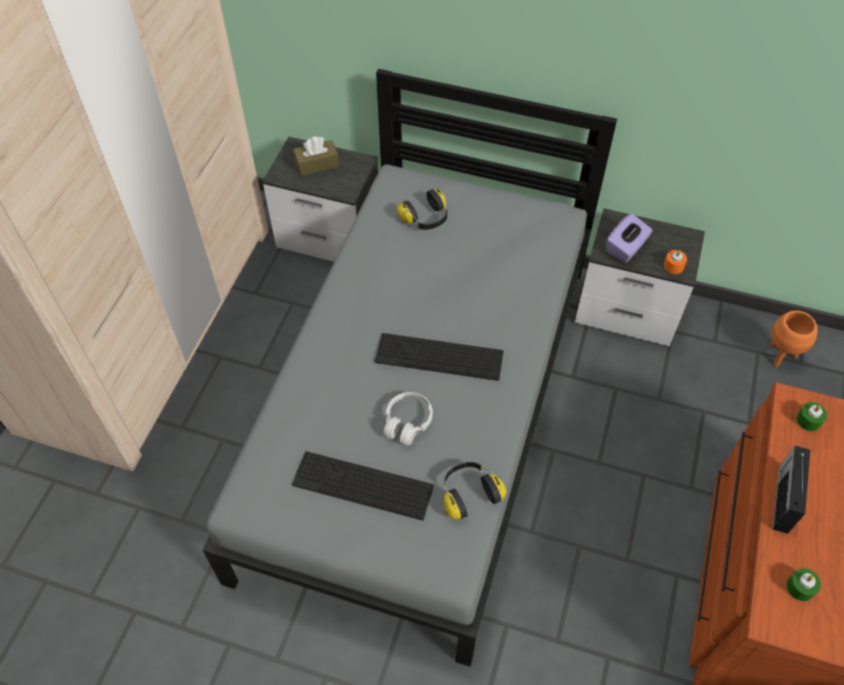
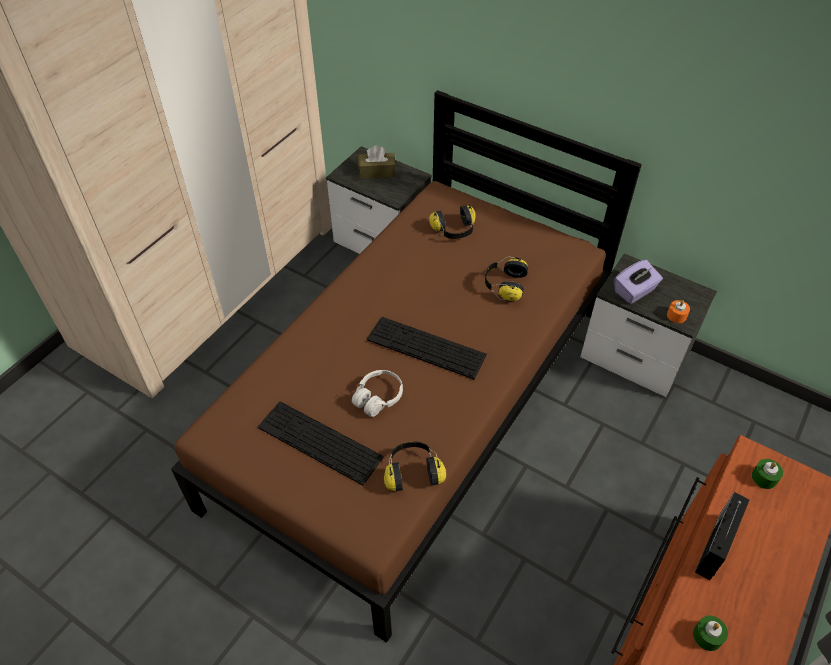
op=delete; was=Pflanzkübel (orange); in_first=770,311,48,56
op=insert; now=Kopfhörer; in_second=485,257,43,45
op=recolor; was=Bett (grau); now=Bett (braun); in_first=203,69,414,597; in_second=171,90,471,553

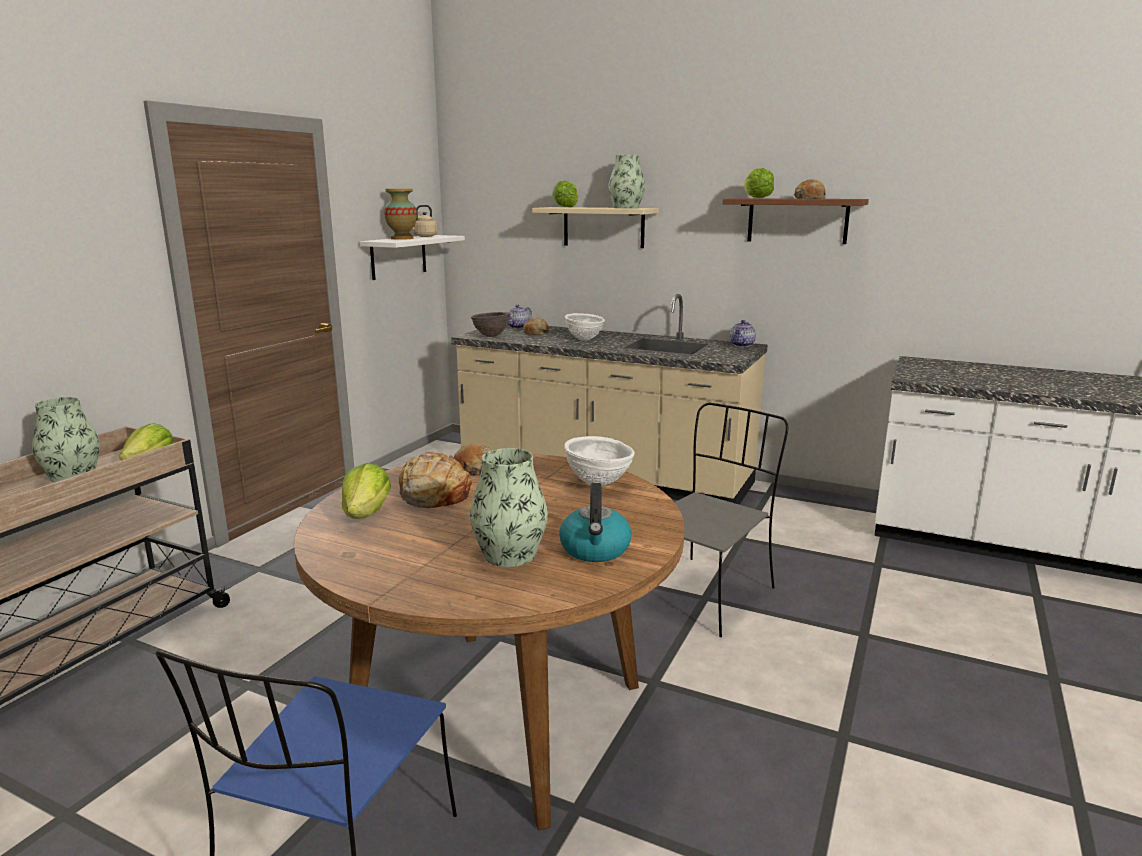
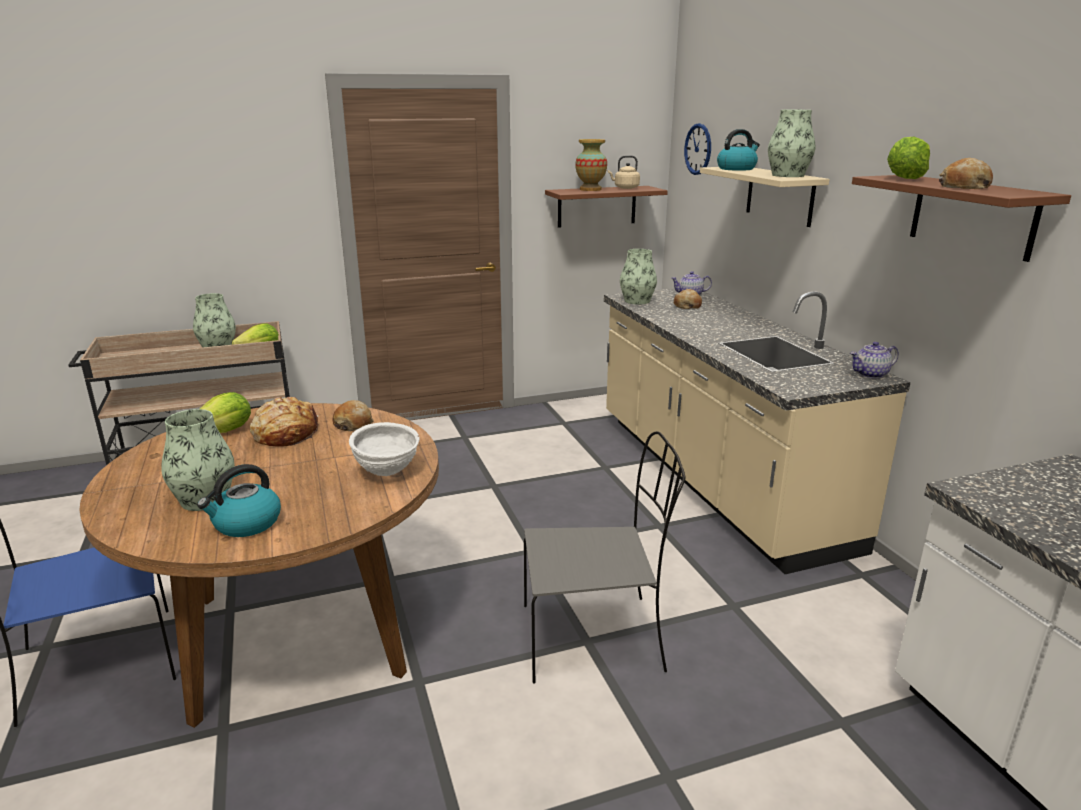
op=delete; was=Schüssel (weiß); in_first=564,313,41,28
op=insert; now=Wanduhr; in_second=684,123,27,52
op=replace; was=Schüssel (braun); now=Vase; in_first=471,312,39,25; in_second=620,249,37,56
op=replace; was=Salatkopf; now=Wasserkessel; in_first=552,181,26,26; in_second=717,129,43,42
op=recolor; was=Wandregal (weiß); now=Wandregal (braun); in_first=360,235,105,45; in_second=545,186,123,42

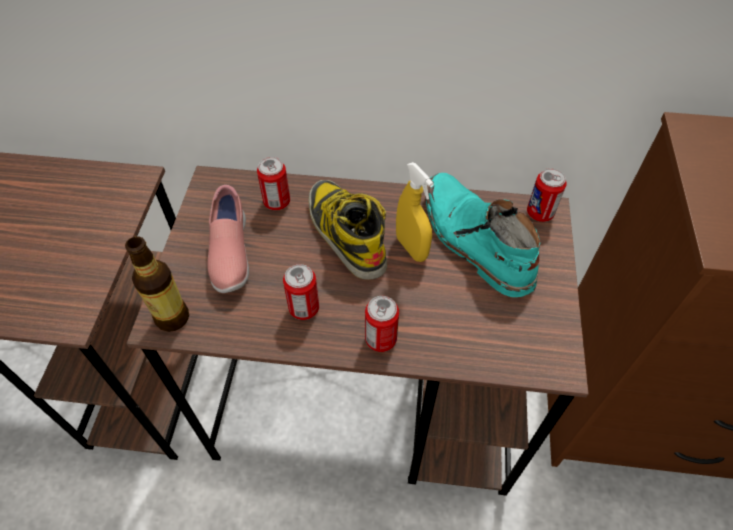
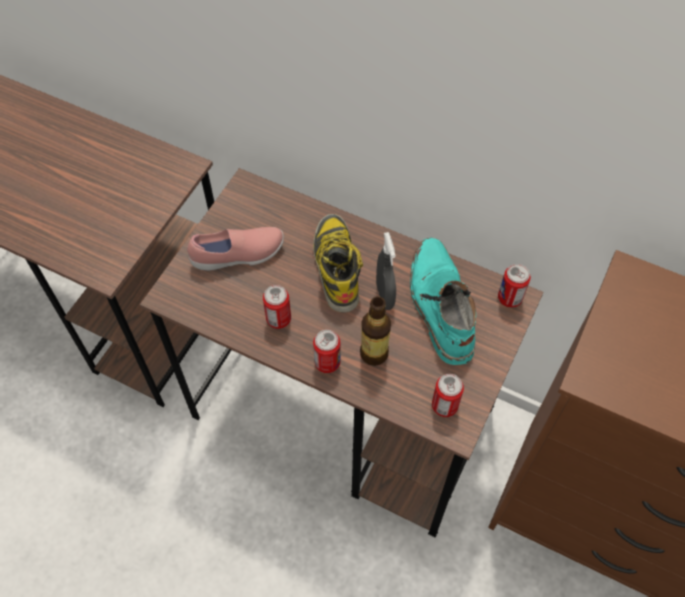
op=move; was=Flasche; in_first=125,236,64,96; in_second=360,296,31,70
op=move; was=Dose; in_first=257,157,33,53; in_second=432,374,32,43
op=recolor; was=Sprühflasche (gelb); now=Sprühflasche (grau); in_first=396,162,38,100; in_second=376,232,20,78
op=rotate; was=Schuh (rosa); in_first=207,185,42,108; in_second=187,227,97,44; clockwise=-120

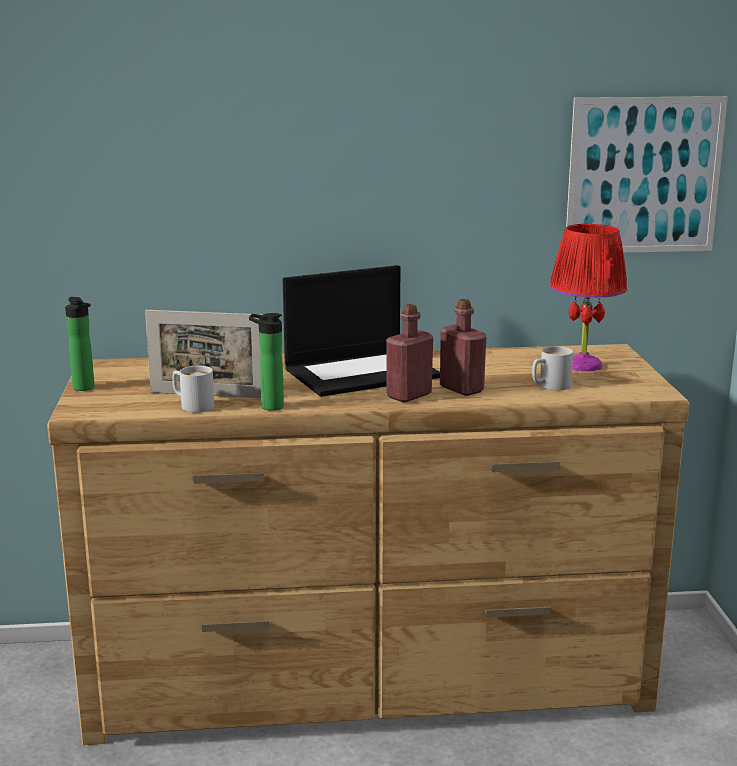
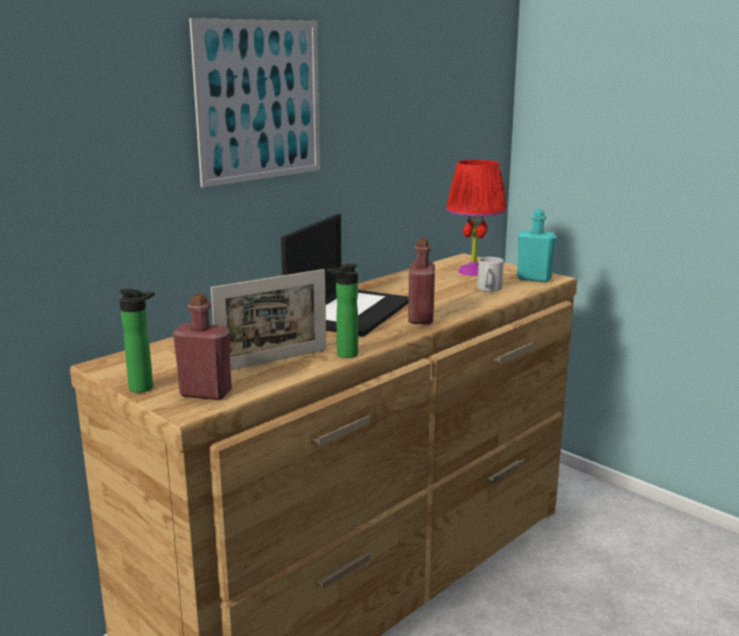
op=delete; was=Henkelbecher (weiß); in_first=172,366,42,47
op=insert; now=Flasche (türkis); in_second=517,209,40,73
op=move; was=Flasche (rot); in_first=440,299,47,97; in_second=173,293,59,107
op=move; was=Bild; in_first=566,96,162,157; in_second=189,18,131,169

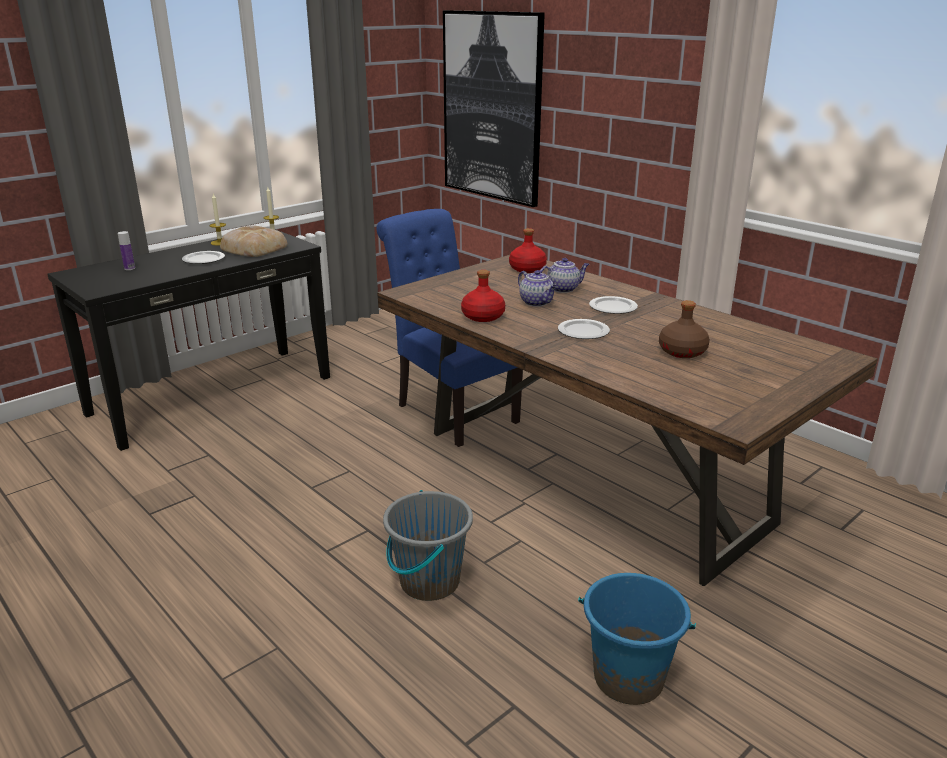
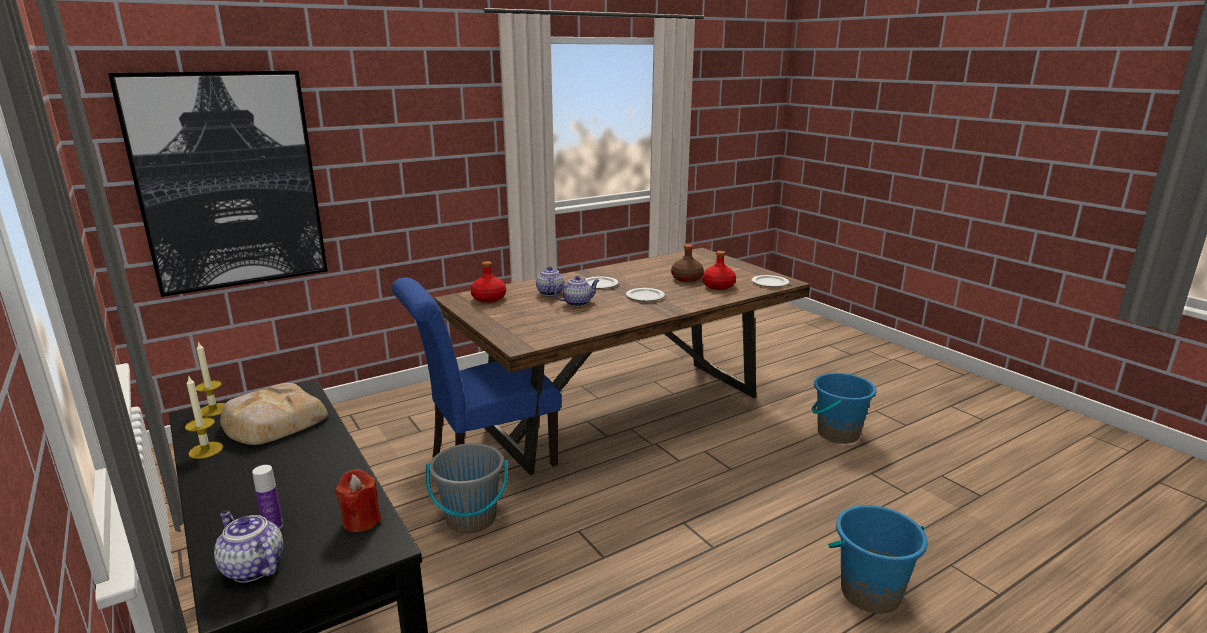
op=insert; now=Teekanne; in_second=214,511,70,72
op=insert; now=Kerze (rot); in_second=335,469,46,63
op=insert; now=Eimer (blau); in_second=828,505,100,109
op=move; was=Teller; in_first=182,251,43,13; in_second=752,275,37,12
op=move; was=Eimer (grau); in_first=383,490,90,111; in_second=426,443,82,90
op=move; was=Flasche (rot); in_first=461,270,44,52; in_second=702,251,34,39

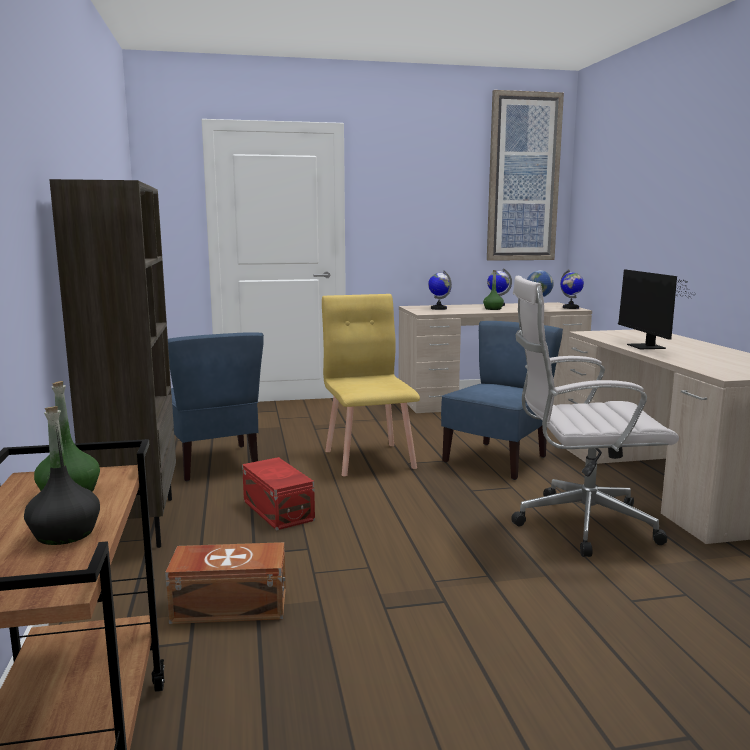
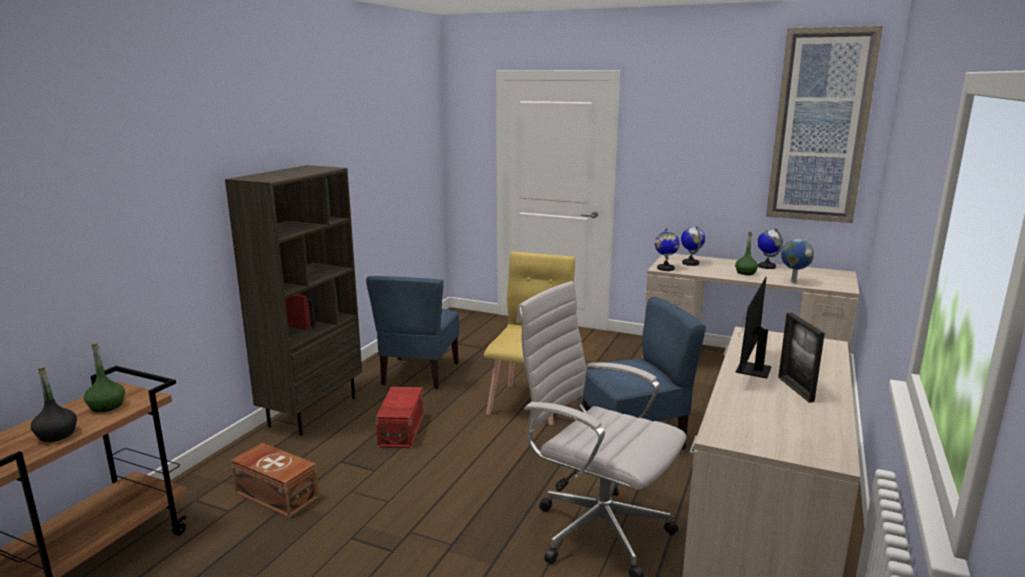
op=insert; now=Bilderrahmen; in_second=778,313,47,90
op=move; was=Globus; in_first=560,269,24,40; in_second=655,227,25,44

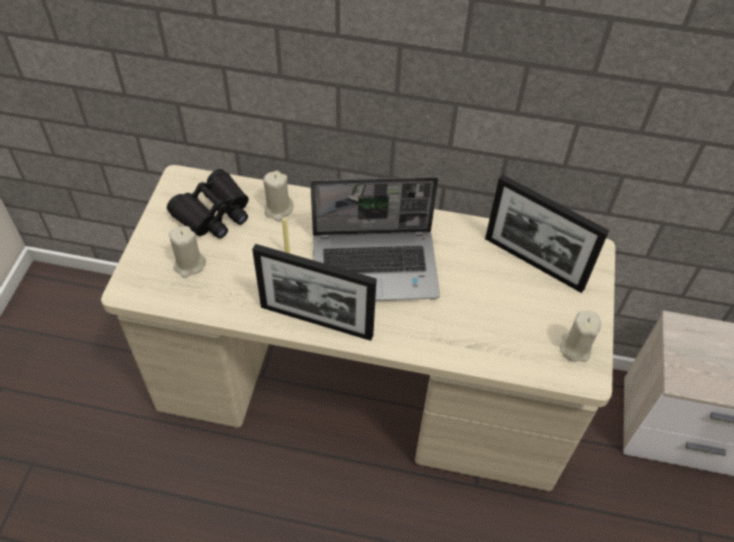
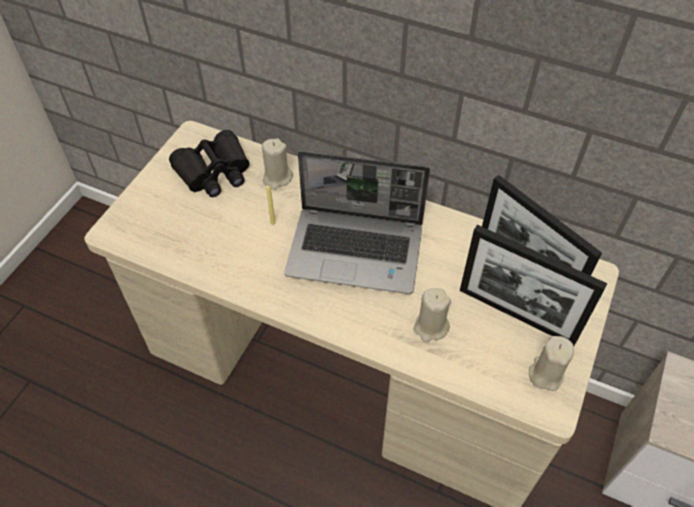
op=move; was=Kerze (beige); in_first=169,226,37,52; in_second=414,288,37,55
op=move; was=Bilderrahmen; in_first=252,244,125,97; in_second=460,225,147,121

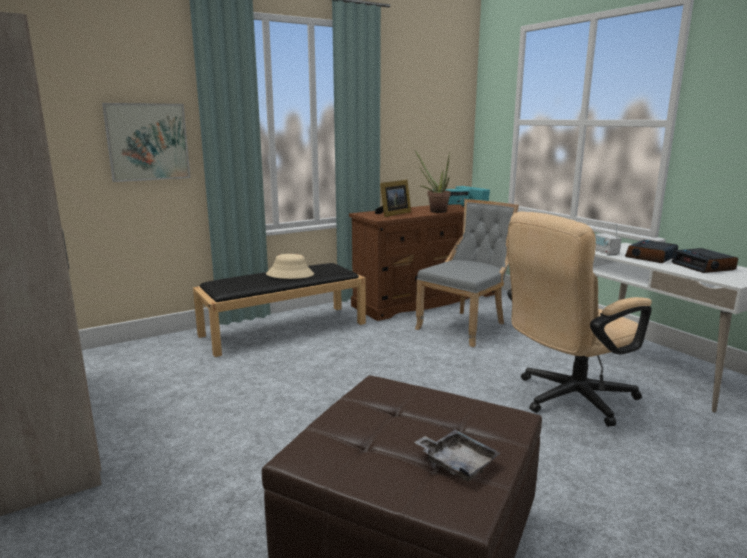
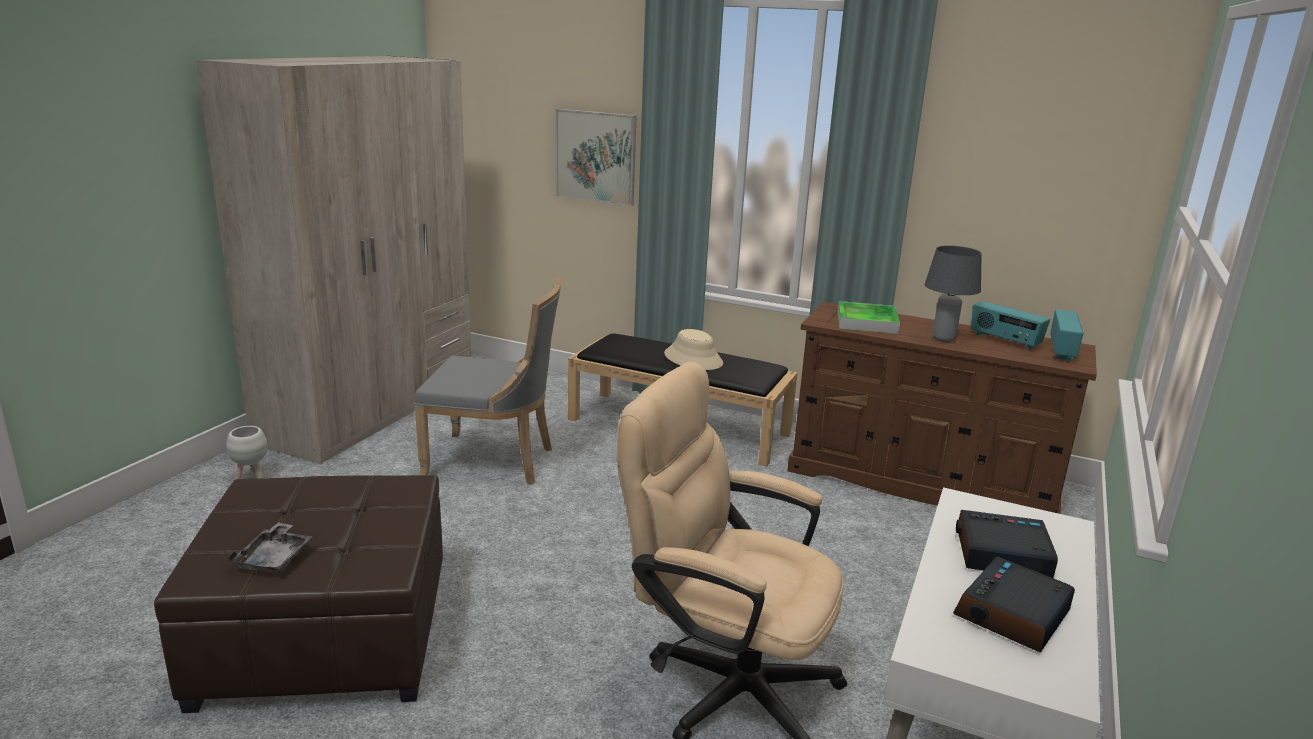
op=delete; was=Radio; in_first=595,224,27,32
op=insert; now=Pflanzkübel (weiß); in_second=226,426,42,53
op=move; was=Stuhl (grau); in_first=415,199,104,148; in_second=414,278,148,207
op=replace; was=Bilderrahmen; now=Tablett; in_first=375,180,36,37; in_second=838,301,62,33
op=replace; was=Topfpflanze; now=Tischlampe (grau); in_first=415,150,36,63; in_second=924,245,58,97

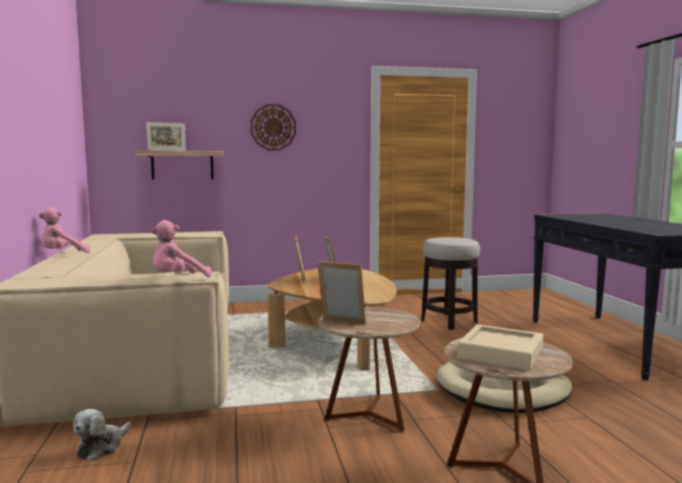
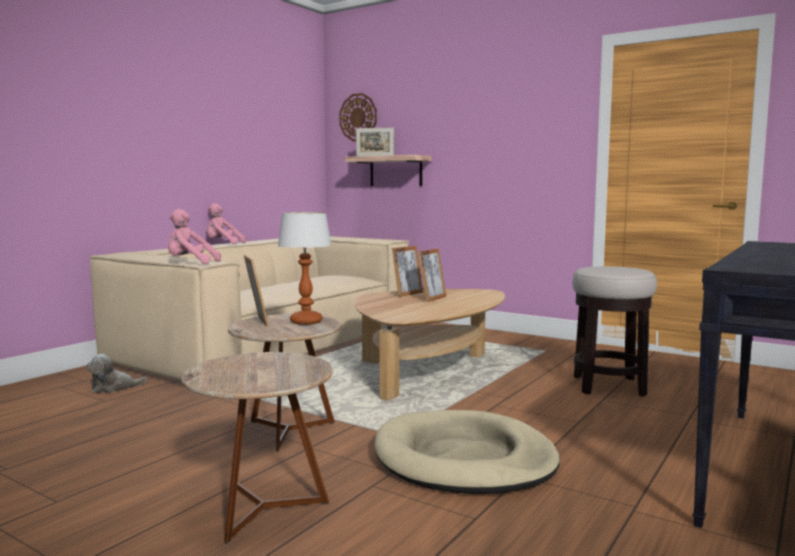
op=delete; was=Tablett (beige); in_first=457,324,87,47
op=insert; now=Tischlampe; in_second=278,212,54,113
op=move; was=Wanduhr; in_first=250,104,46,47; in_second=339,93,38,48

